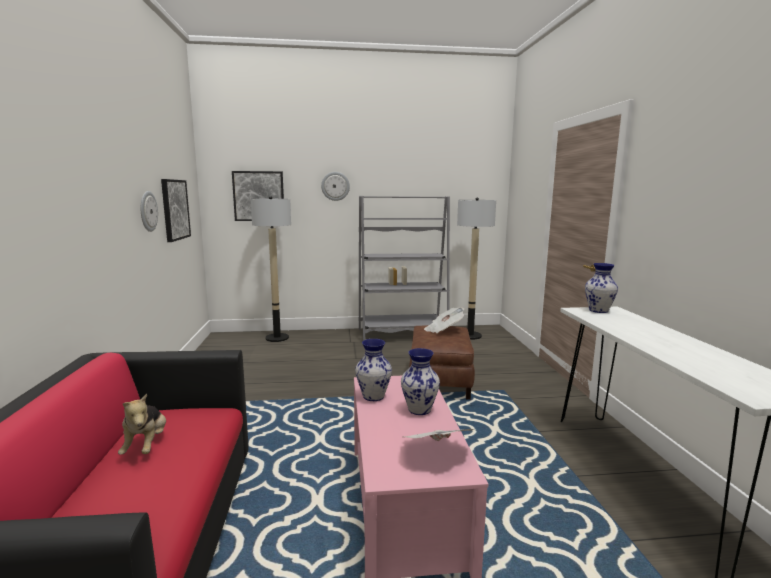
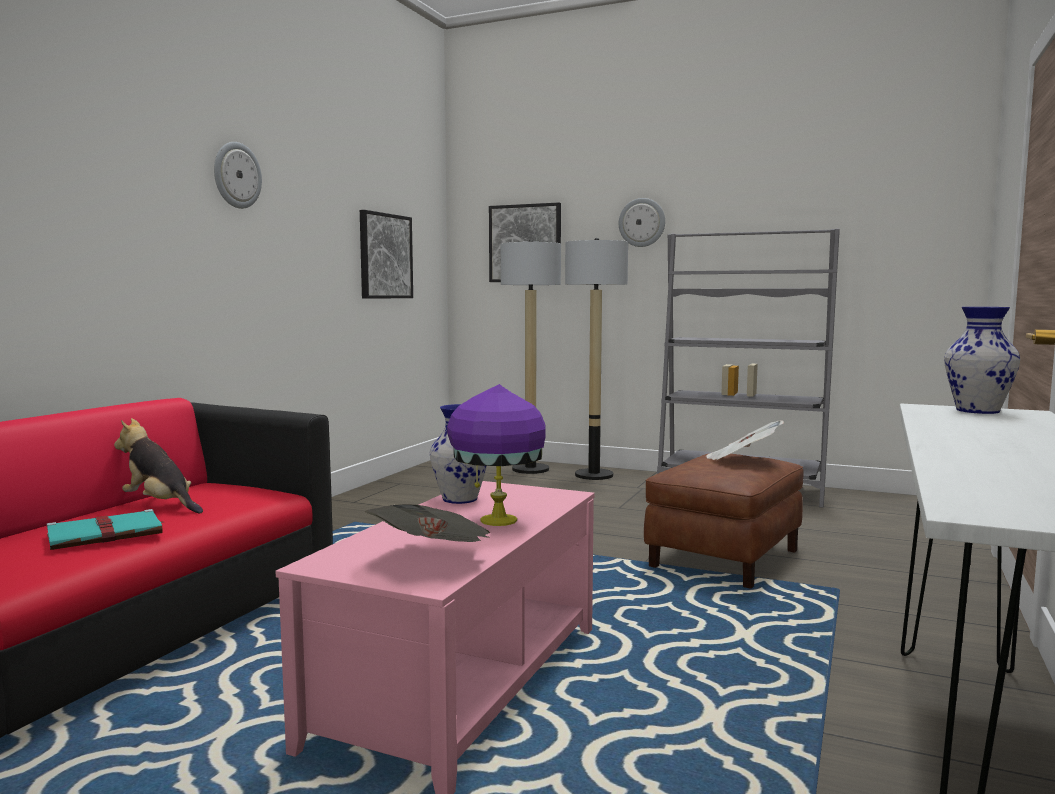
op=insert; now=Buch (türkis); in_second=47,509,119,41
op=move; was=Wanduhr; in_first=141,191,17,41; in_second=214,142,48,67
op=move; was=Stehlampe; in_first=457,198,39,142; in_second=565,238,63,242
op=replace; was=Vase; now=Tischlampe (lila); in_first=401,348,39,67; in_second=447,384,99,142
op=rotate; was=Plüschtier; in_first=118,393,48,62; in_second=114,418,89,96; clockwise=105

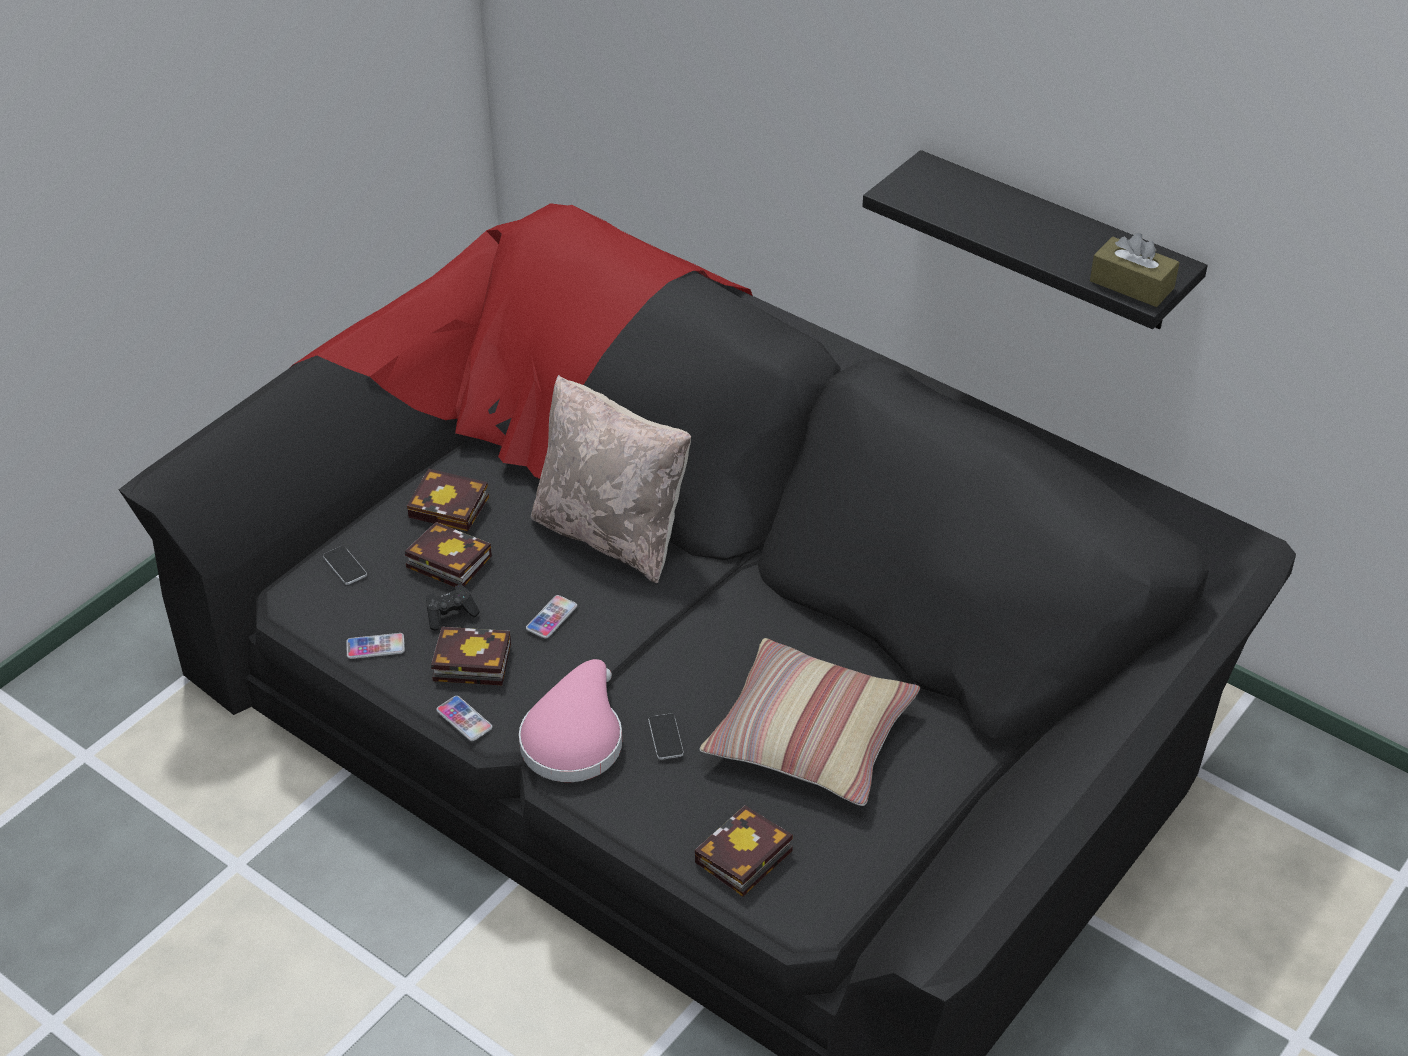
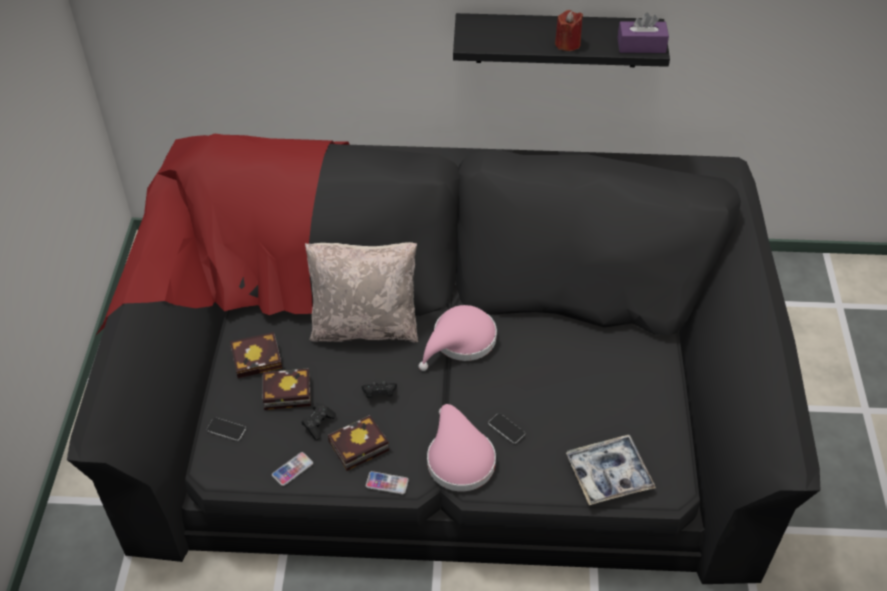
op=delete; was=Kissen; in_first=699,638,221,168
op=insert; now=Hut (rosa); in_second=418,305,79,66
op=insert; now=Kerze (rot); in_second=555,10,28,41
op=replace; was=Handy; now=Gamepad (schwarz); in_first=526,595,51,44; in_second=362,381,35,17
op=replace; was=Buch; now=Tablett; in_first=695,805,98,92; in_second=566,435,90,70
op=recolor; was=Taschentuchbox (braun); now=Taschentuchbox (lila); in_first=1090,233,90,74; in_second=617,13,52,40

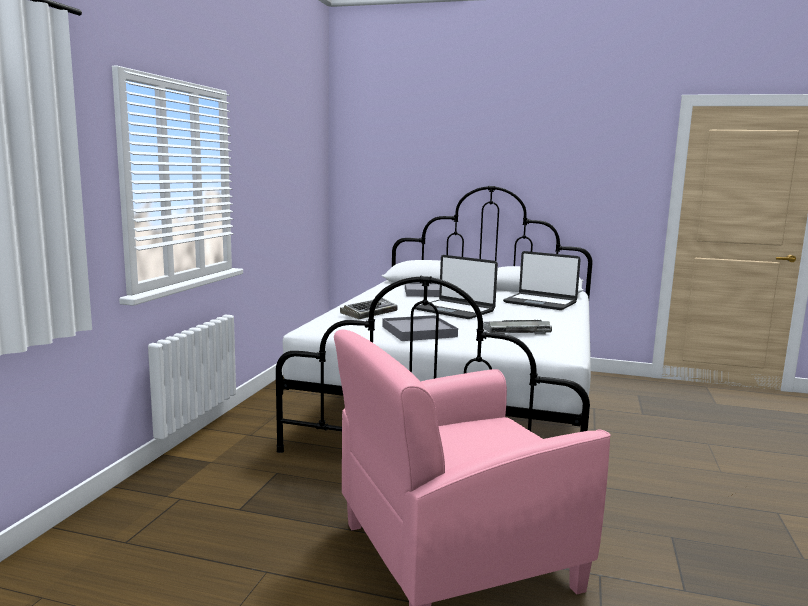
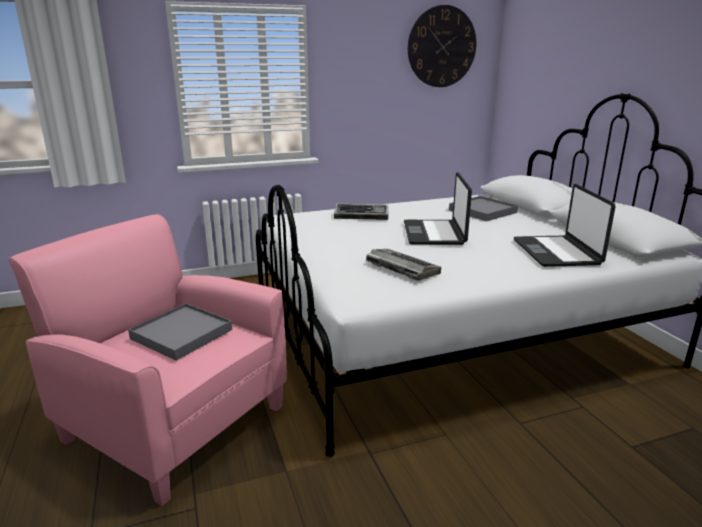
op=insert; now=Wanduhr; in_second=408,5,68,82
op=move; was=Tablett (grau); in_first=382,315,76,26; in_second=128,303,104,58

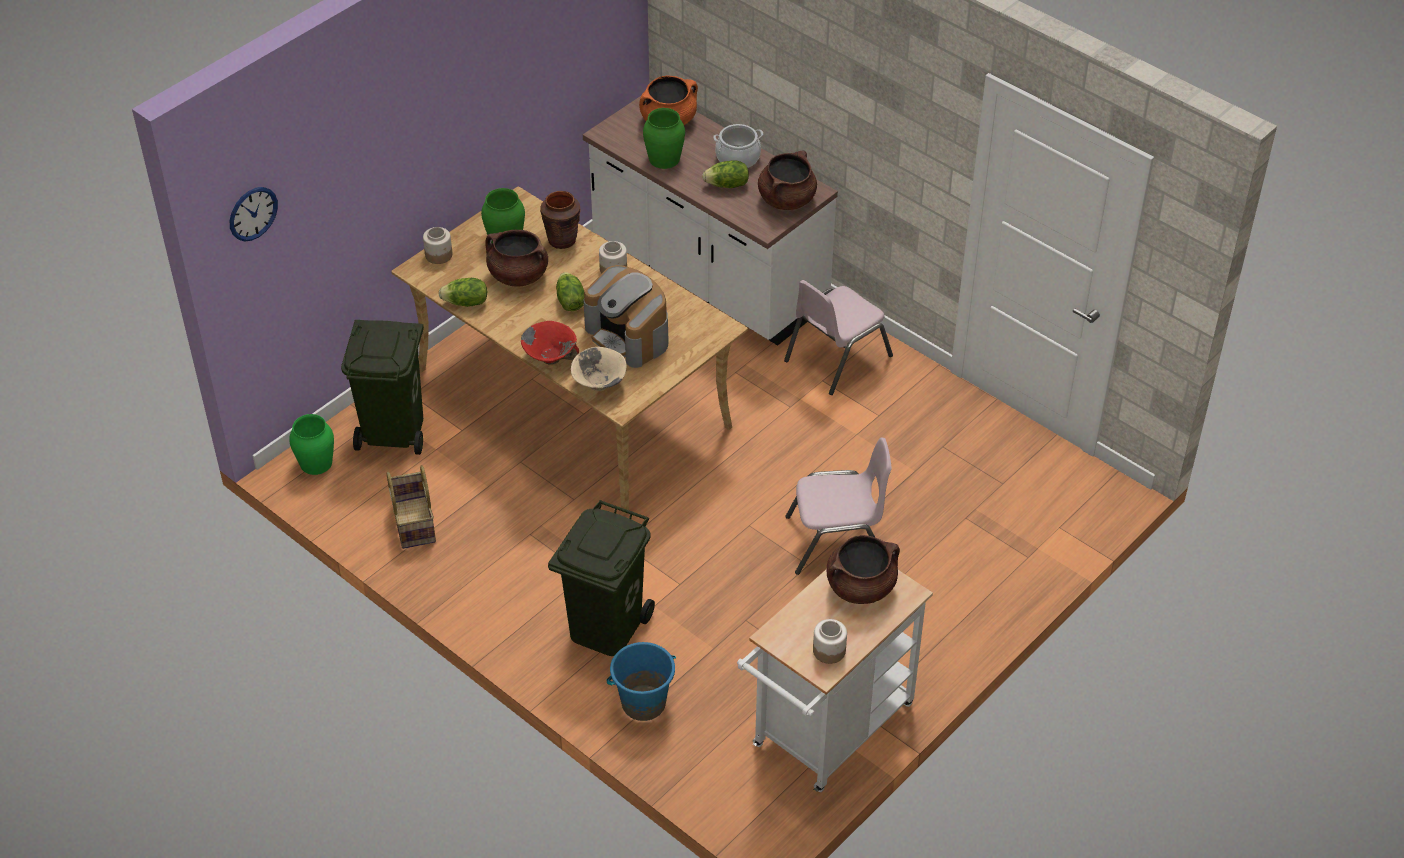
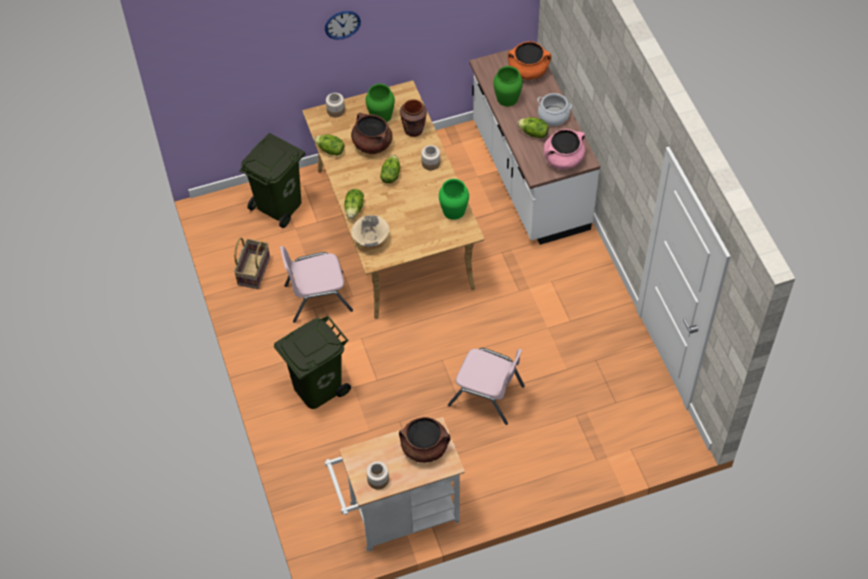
op=delete; was=Kaffeemaschine; in_first=583,265,86,103
op=delete; was=Eimer (blau); in_first=606,642,70,79
op=move; was=Wanduhr; in_first=230,187,48,54; in_second=325,11,36,29
op=move; was=Vase (grün); in_first=289,414,45,61; in_second=439,179,30,41
op=move; was=Stuhl (rosa); in_first=784,280,109,115; in_second=280,246,73,77
op=replace; was=Schüssel (rot); now=Salatkopf; in_first=521,321,58,44; in_second=344,189,20,30
op=recolor; was=Kochtopf (braun); now=Kochtopf (rosa); in_first=758,151,59,59; in_second=543,129,42,41

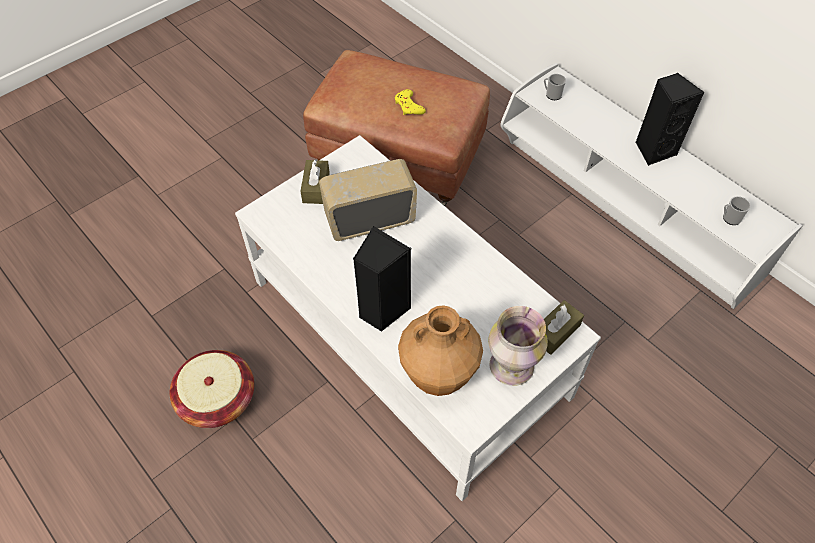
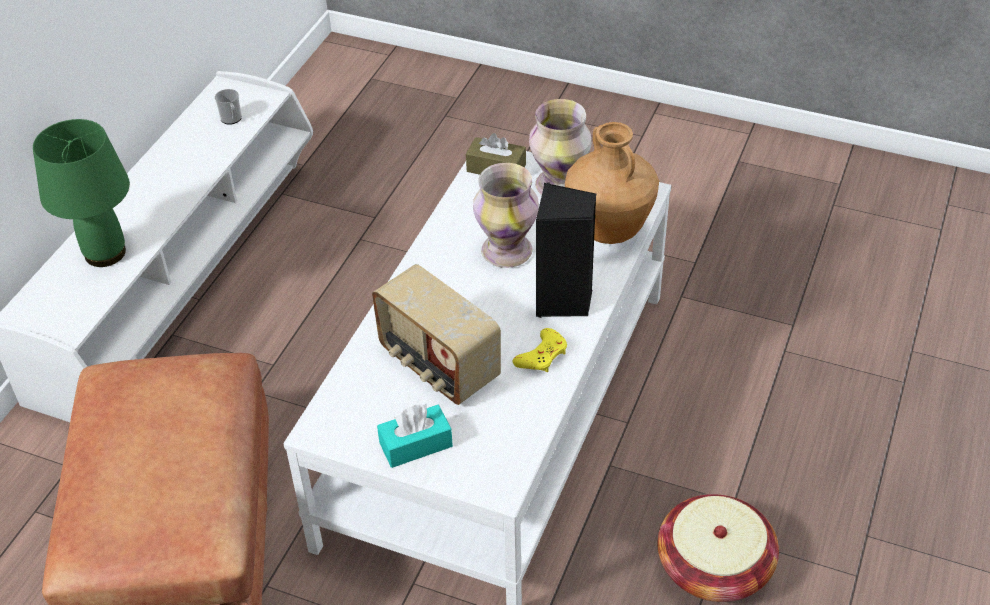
op=delete; was=Henkelbecher; in_first=544,74,22,26
op=delete; was=Lautsprecher (schwarz); in_first=636,73,69,93
op=insert; now=Tischlampe (grün); in_second=33,119,97,148
op=insert; now=Vase; in_second=473,163,66,105
op=move; was=Gamepad (gelb); in_first=395,89,31,26; in_second=513,328,54,44
op=recolor; was=Taschentuchbox (braun); now=Taschentuchbox (türkis); in_first=300,160,30,44; in_second=377,404,76,64

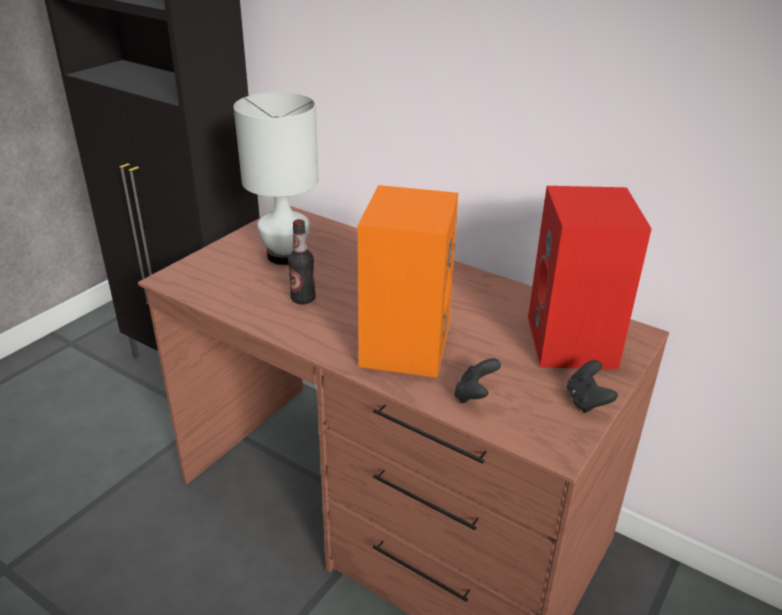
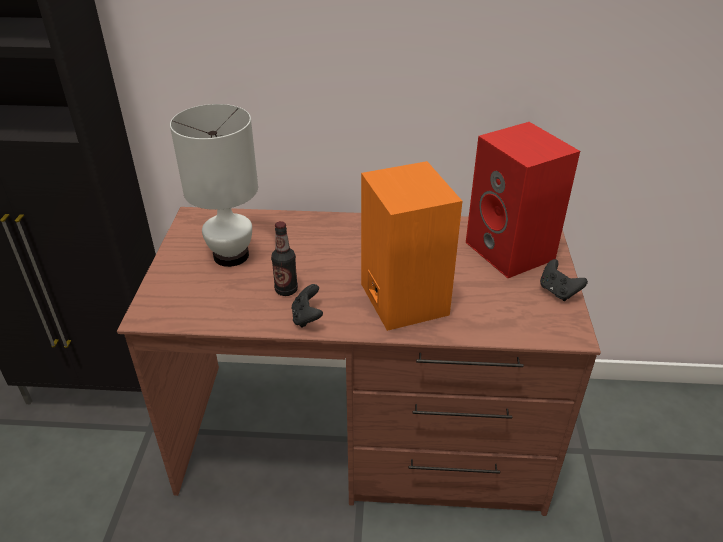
op=move; was=Gamepad (schwarz); in_first=454,358,47,45; in_second=292,284,31,44

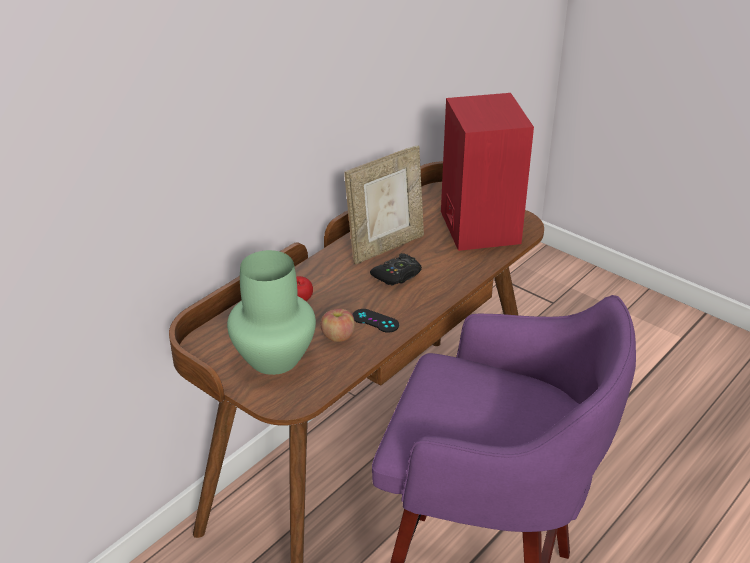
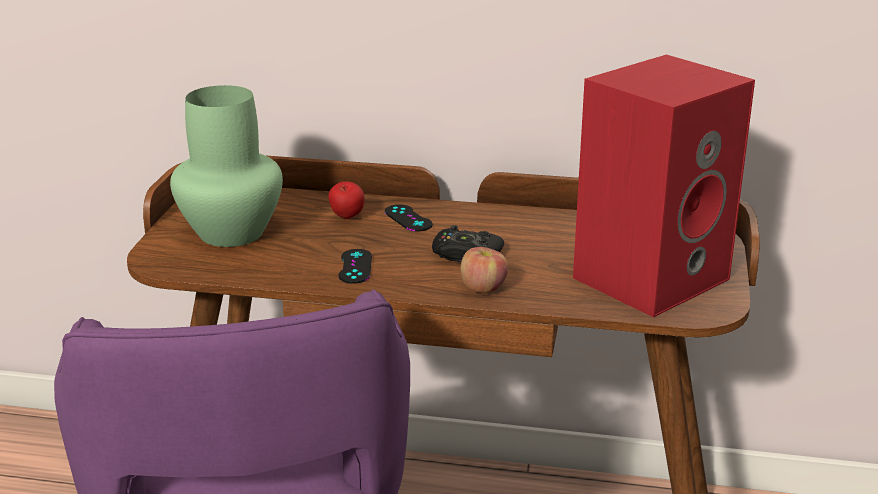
op=delete; was=Bilderrahmen; in_first=344,146,80,118
op=insert; now=Gamepad (schwarz); in_second=385,204,47,27
op=move; was=Apfel; in_first=321,309,34,33; in_second=461,247,47,46

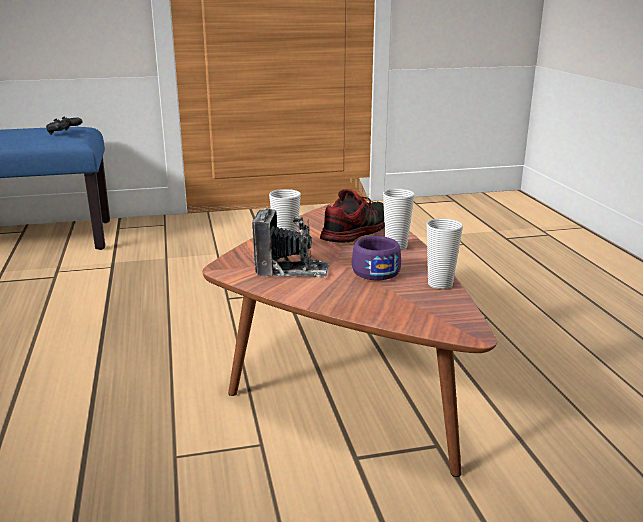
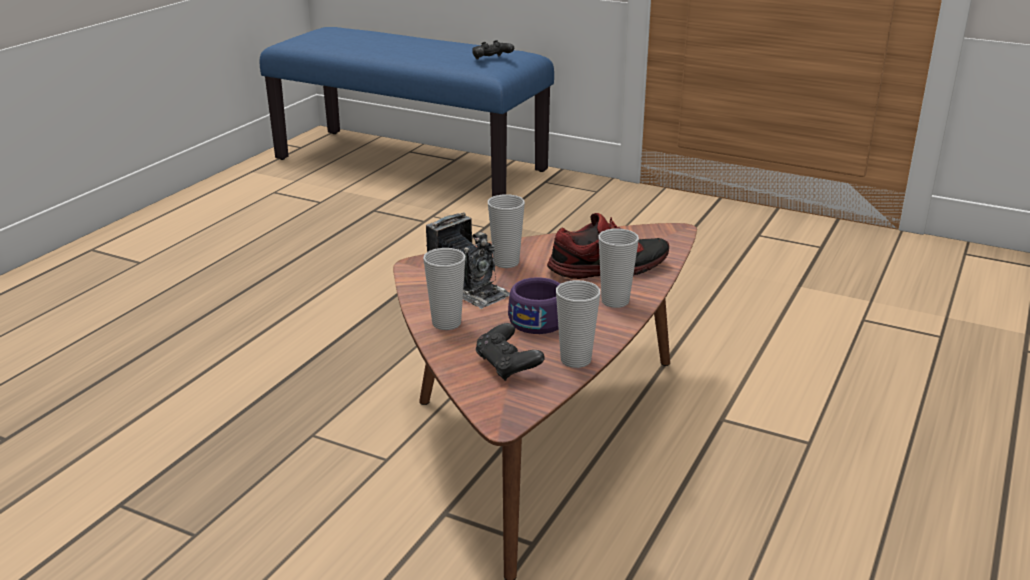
op=insert; now=Tasse; in_second=423,248,42,82
op=insert; now=Gamepad (schwarz); in_second=476,323,69,58

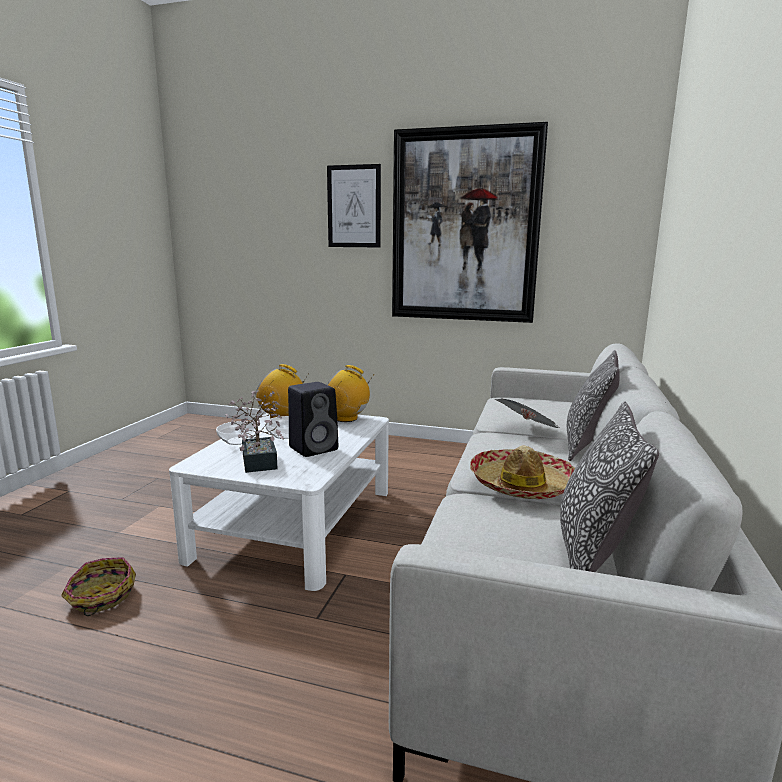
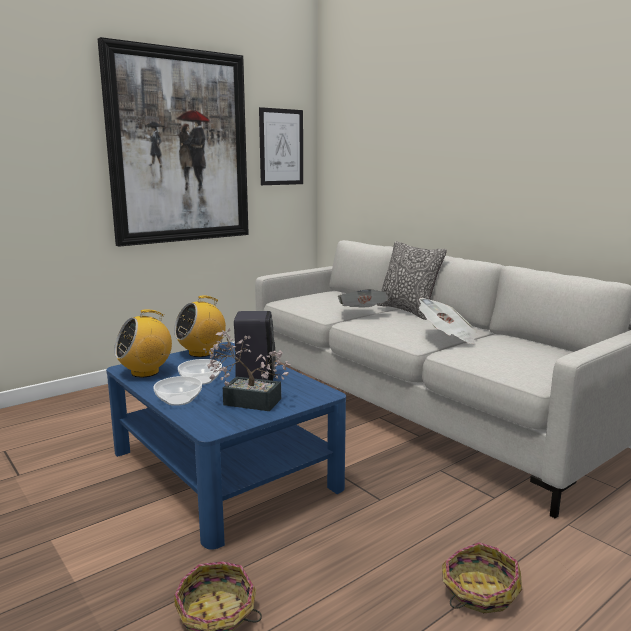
op=delete; was=Kissen; in_first=560,401,99,171
op=insert; now=Korb; in_second=442,542,80,71
op=move; was=Bild; in_first=327,164,54,83; in_second=259,107,44,78
op=replace; was=Hut; now=Zeitung; in_first=470,446,105,53; in_second=419,298,58,46
op=recolor; was=Couchtisch (weiß); now=Couchtisch (blau); in_first=169,413,220,178; in_second=106,342,240,208

